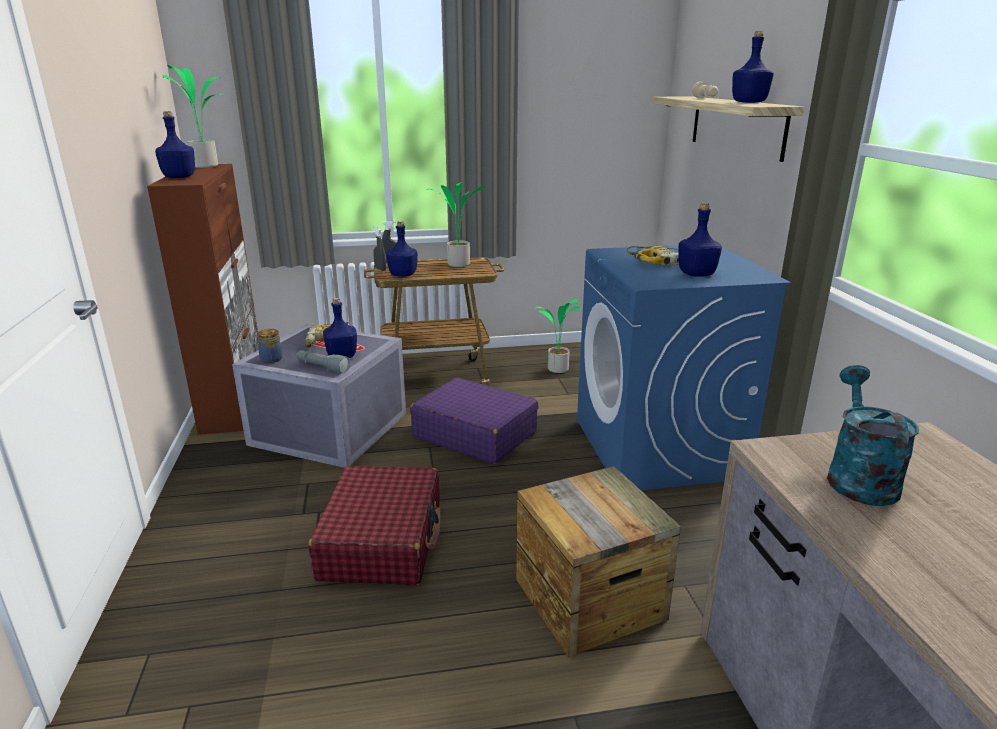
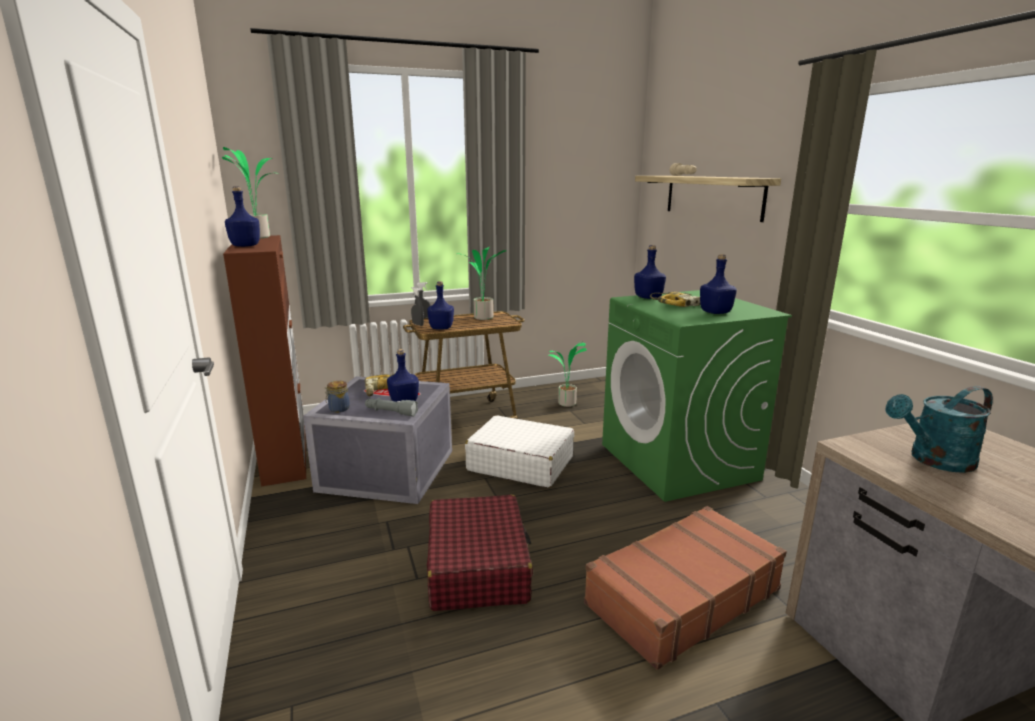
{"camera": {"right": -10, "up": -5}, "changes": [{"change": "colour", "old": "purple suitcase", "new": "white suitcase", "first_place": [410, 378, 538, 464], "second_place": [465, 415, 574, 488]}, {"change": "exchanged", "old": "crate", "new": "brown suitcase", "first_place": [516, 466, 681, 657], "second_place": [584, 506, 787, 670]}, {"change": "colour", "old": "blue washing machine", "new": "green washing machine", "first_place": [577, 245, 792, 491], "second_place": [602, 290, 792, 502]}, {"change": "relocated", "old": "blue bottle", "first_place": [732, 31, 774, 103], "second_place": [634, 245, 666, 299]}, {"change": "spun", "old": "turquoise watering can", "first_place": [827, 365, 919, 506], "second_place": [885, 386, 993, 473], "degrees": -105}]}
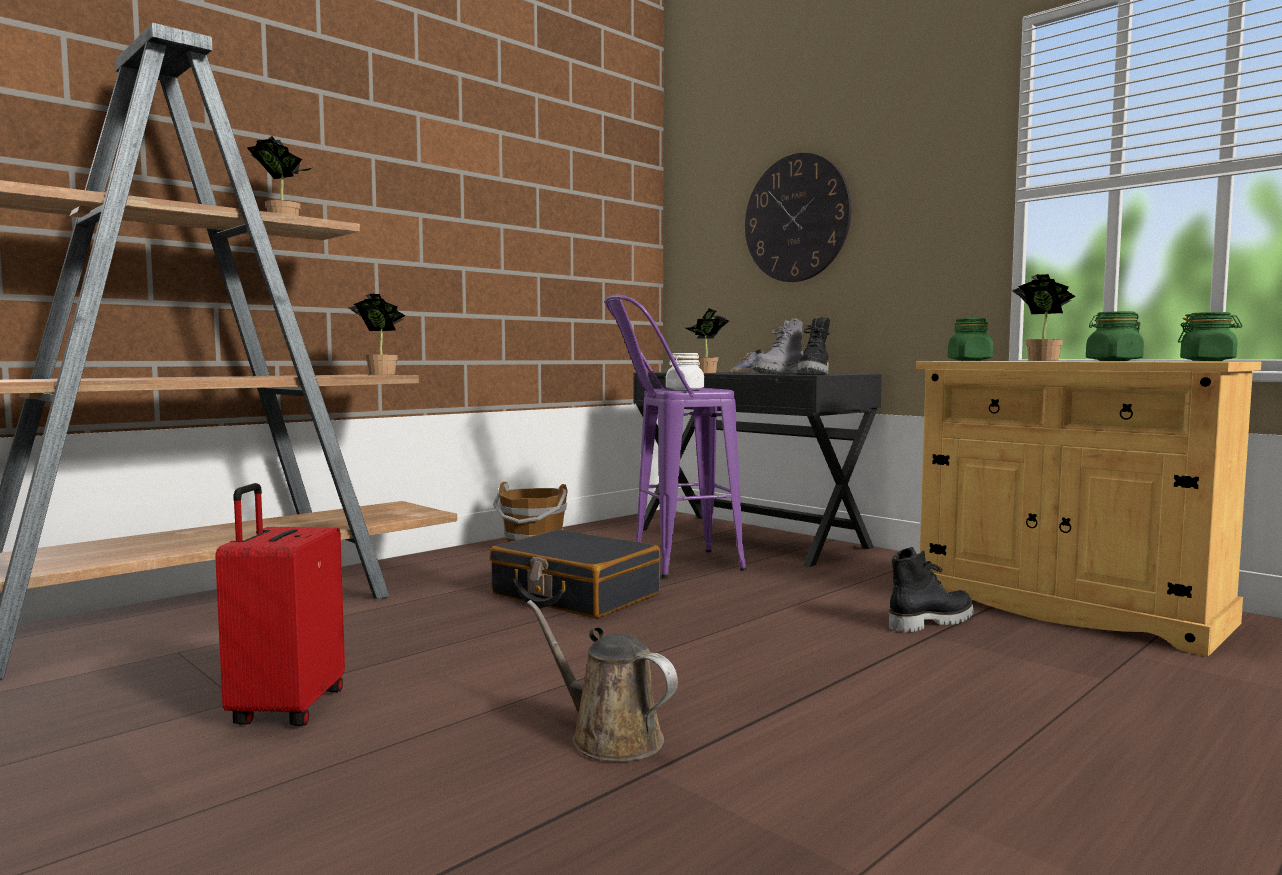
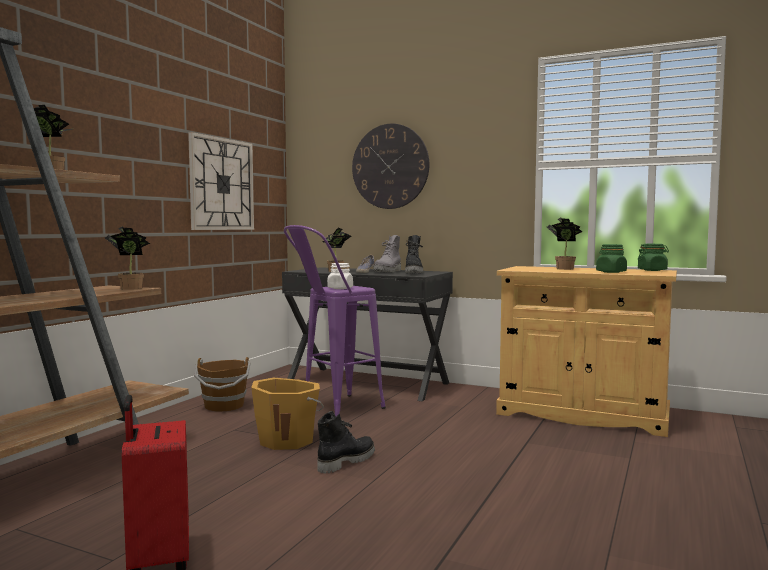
{"camera": {"right": -20, "up": 0}, "changes": [{"change": "appeared", "new": "wall clock", "second_place": [188, 132, 254, 230]}, {"change": "exchanged", "old": "black suitcase", "new": "orange bucket", "first_place": [490, 529, 661, 619], "second_place": [251, 378, 324, 450]}, {"change": "relocated", "old": "black boot", "first_place": [889, 547, 974, 633], "second_place": [317, 411, 375, 473]}, {"change": "missing", "old": "brown watering can", "first_place": [527, 600, 678, 762]}, {"change": "missing", "old": "green jar", "first_place": [948, 318, 993, 361]}]}
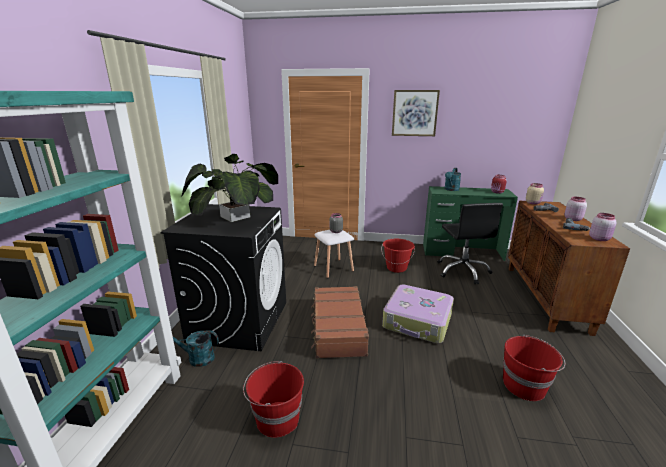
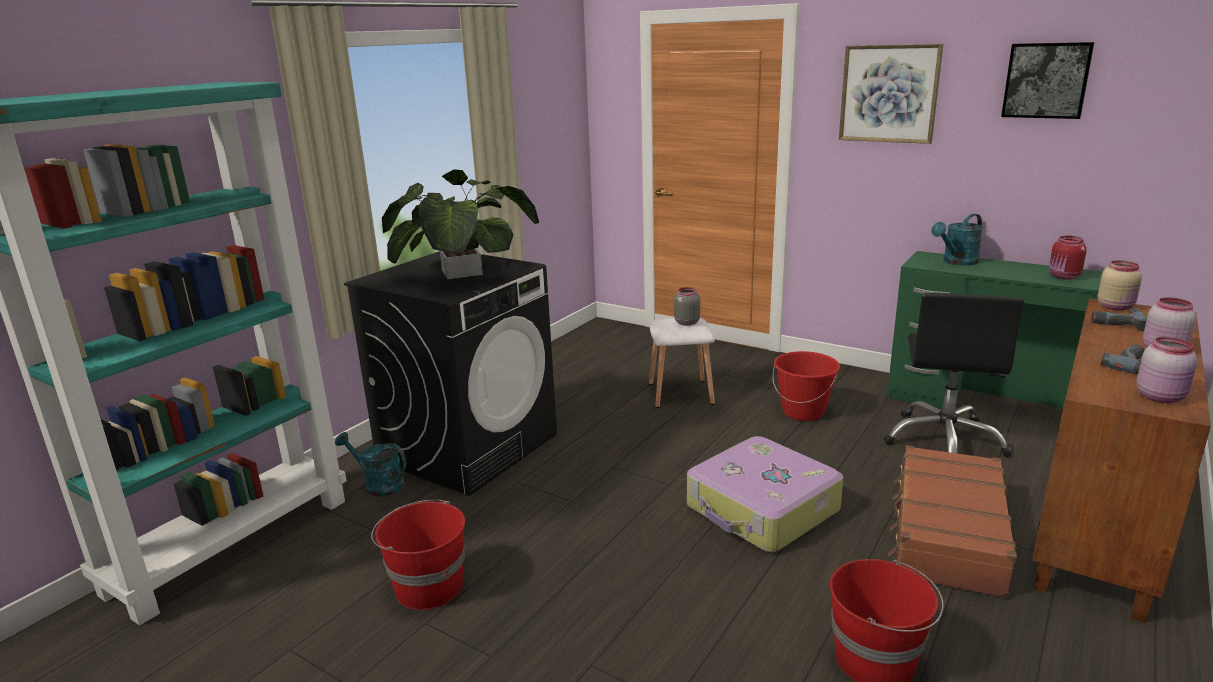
{"camera": {"right": 25, "up": 0}, "changes": [{"change": "relocated", "old": "brown suitcase", "first_place": [311, 286, 369, 358], "second_place": [888, 445, 1017, 598]}, {"change": "appeared", "new": "picture", "second_place": [1001, 42, 1094, 119]}]}
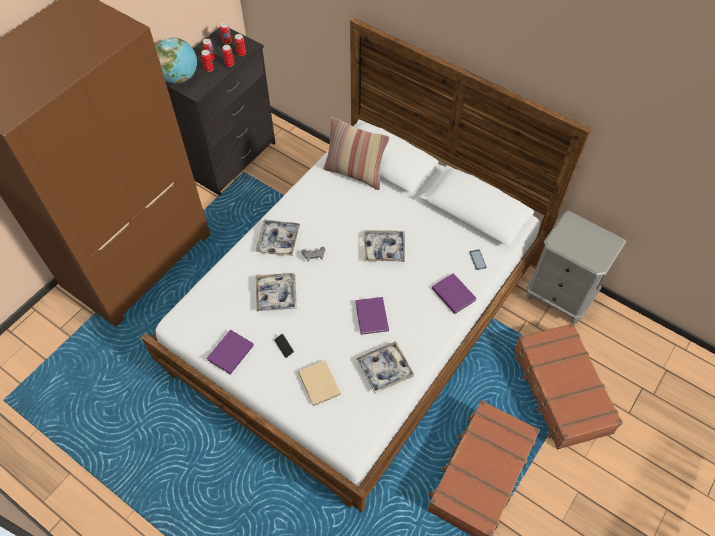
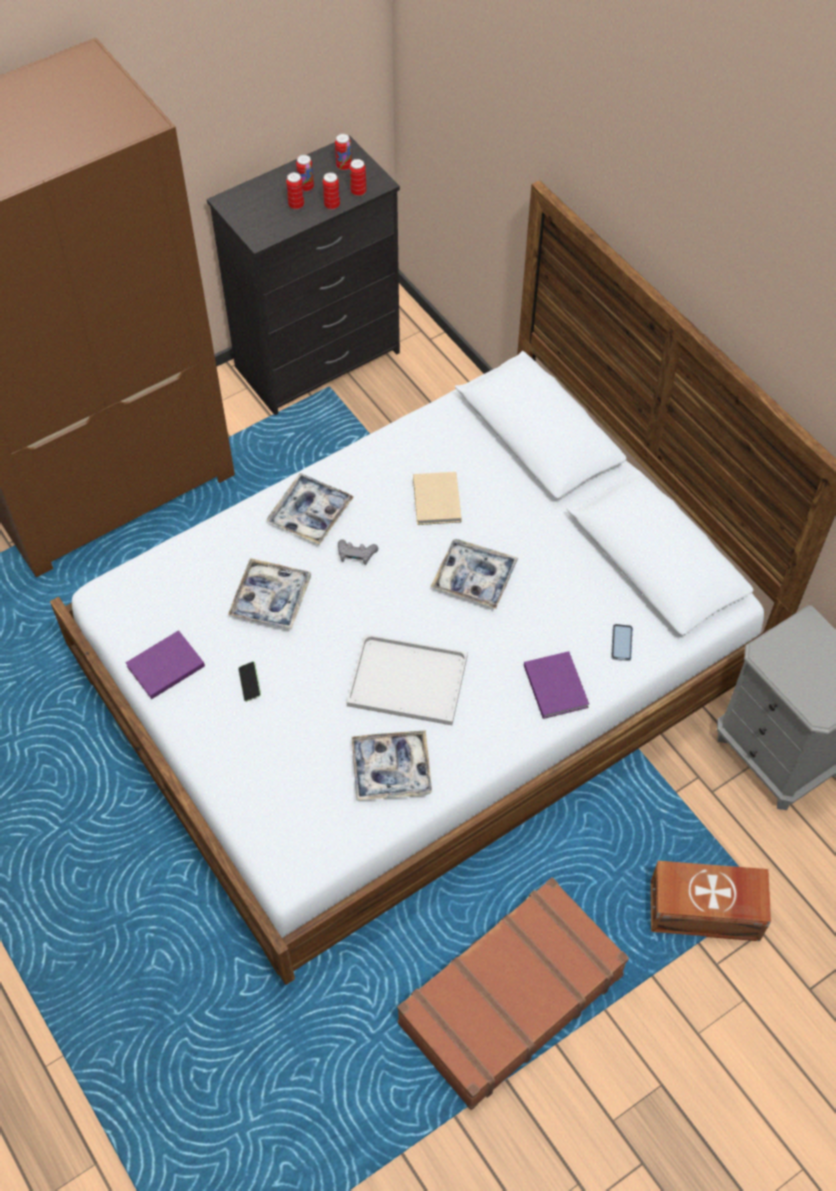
{"camera": {"right": 20, "up": 0}, "changes": [{"change": "exchanged", "old": "purple book", "new": "white tray", "first_place": [355, 297, 389, 335], "second_place": [347, 634, 468, 725]}, {"change": "relocated", "old": "beige book", "first_place": [298, 360, 341, 406], "second_place": [413, 472, 462, 525]}, {"change": "exchanged", "old": "brown suitcase", "new": "brown storage box", "first_place": [514, 323, 623, 449], "second_place": [651, 861, 771, 941]}, {"change": "missing", "old": "globe", "first_place": [155, 37, 197, 84]}, {"change": "missing", "old": "pillow", "first_place": [323, 117, 389, 190]}]}
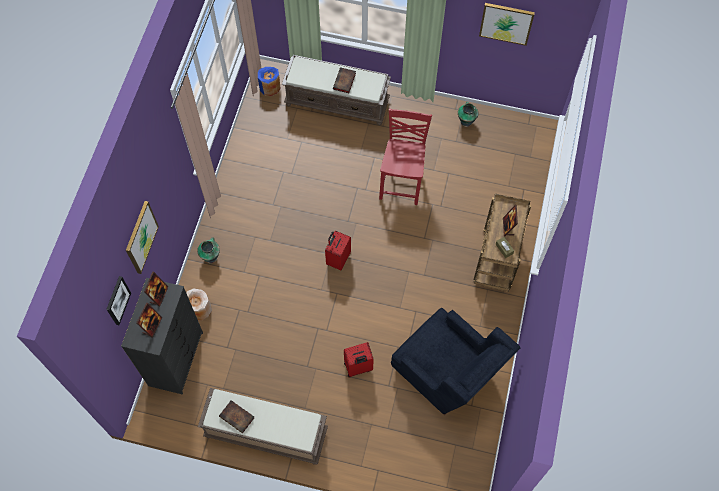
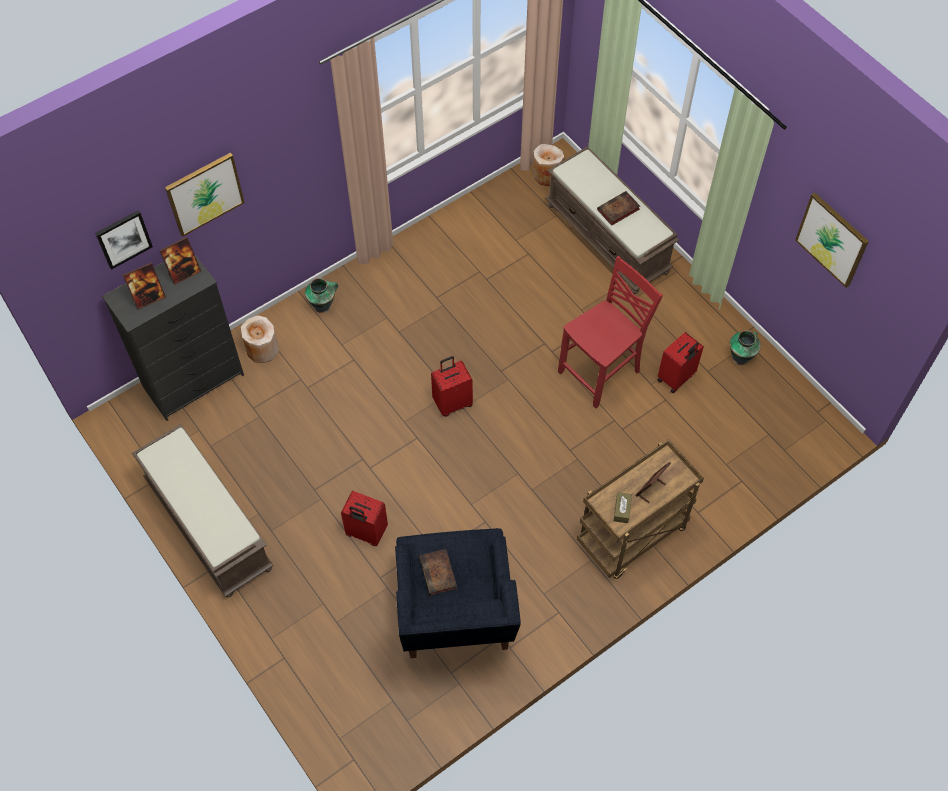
{"camera": {"right": 40, "up": -5}, "changes": [{"change": "relocated", "old": "book", "first_place": [219, 400, 254, 433], "second_place": [419, 549, 457, 596]}, {"change": "colour", "old": "blue vase", "new": "beige vase", "first_place": [258, 67, 281, 96], "second_place": [533, 144, 564, 187]}, {"change": "appeared", "new": "red suitcase", "second_place": [658, 332, 704, 393]}]}
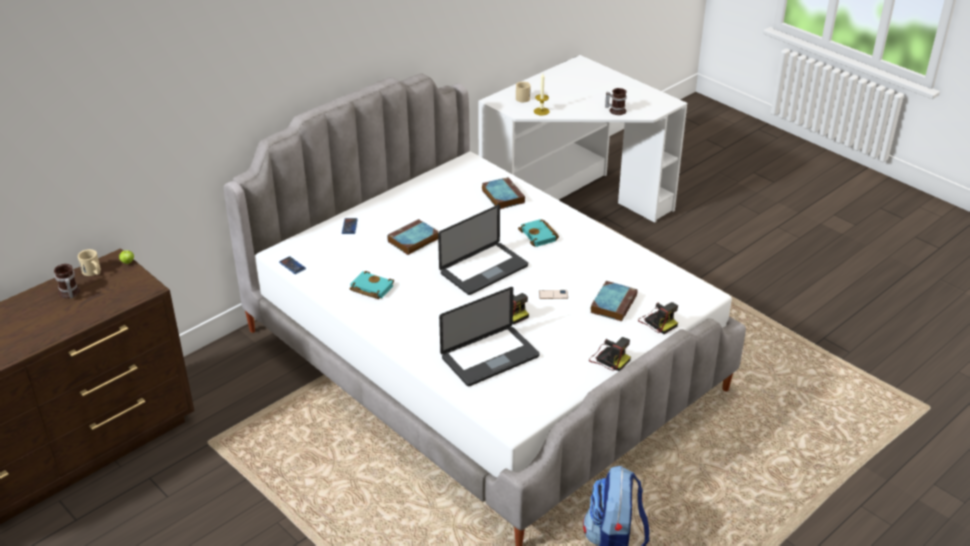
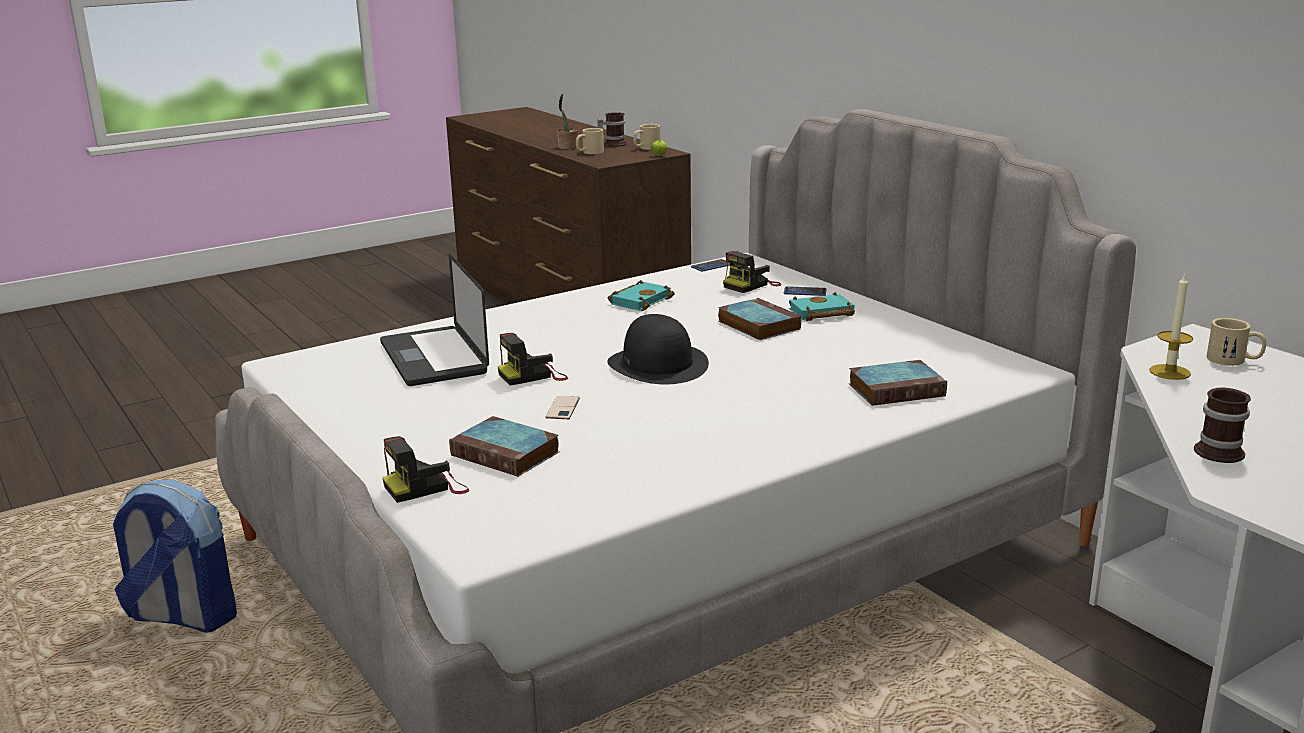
{"camera": {"right": 100, "up": -15}, "changes": [{"change": "appeared", "new": "potted plant", "second_place": [557, 94, 577, 149]}, {"change": "appeared", "new": "beige mug", "second_place": [576, 128, 604, 154]}, {"change": "exchanged", "old": "laptop", "new": "black hat", "first_place": [438, 205, 528, 295], "second_place": [607, 314, 709, 385]}, {"change": "relocated", "old": "photo camera", "first_place": [589, 337, 631, 371], "second_place": [723, 251, 781, 293]}, {"change": "relocated", "old": "turquoise book", "first_place": [518, 219, 559, 247], "second_place": [789, 292, 855, 321]}]}
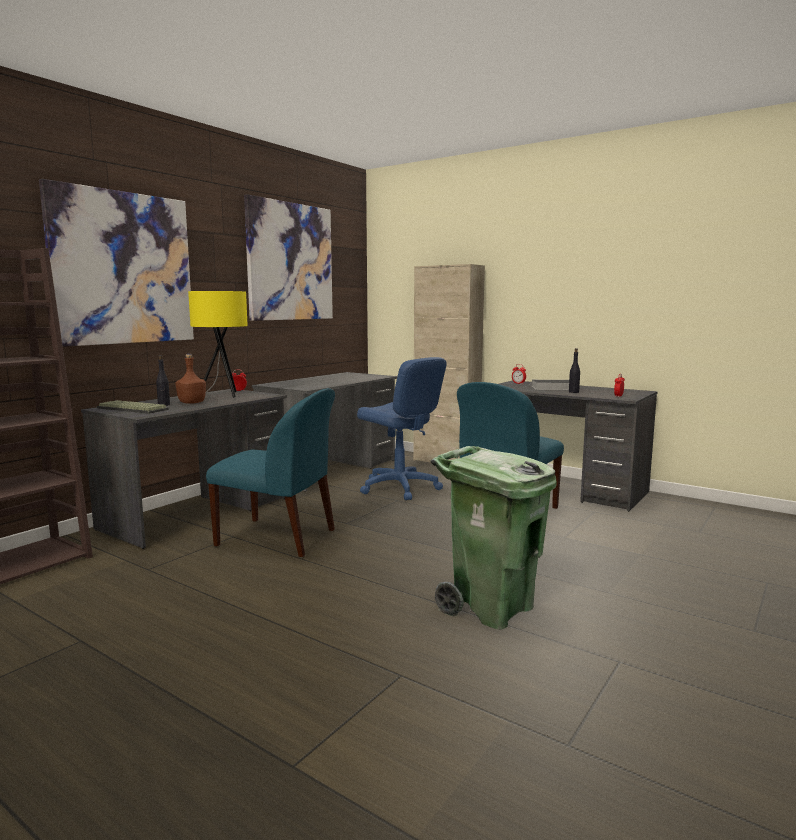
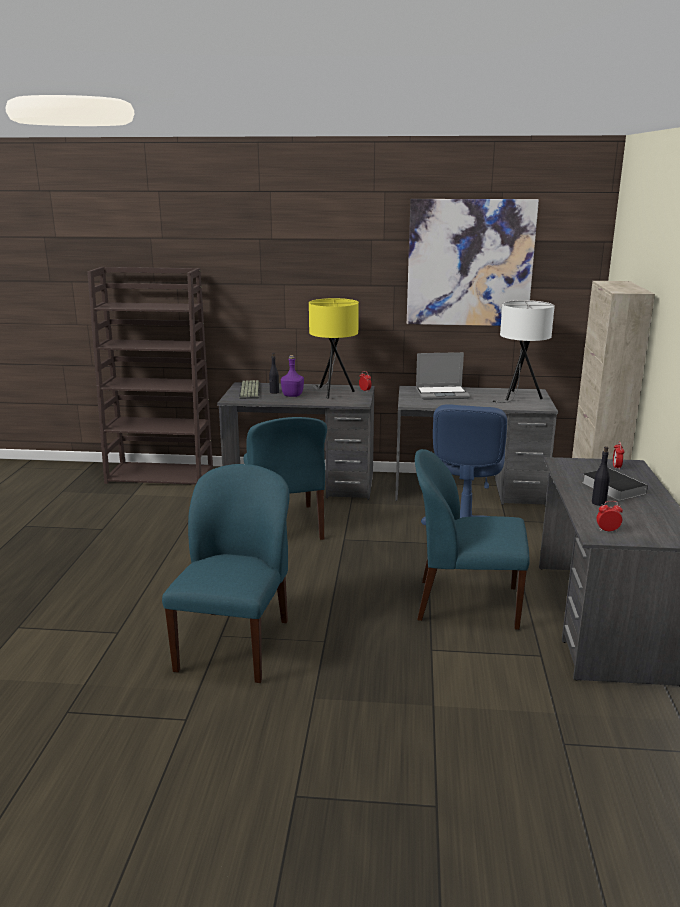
{"camera": {"right": 60, "up": 10}, "changes": [{"change": "exchanged", "old": "green trash can", "new": "blue chair", "first_place": [430, 446, 557, 629], "second_place": [162, 464, 290, 683]}, {"change": "colour", "old": "brown bottle", "new": "purple bottle", "first_place": [175, 354, 206, 404], "second_place": [281, 355, 304, 397]}, {"change": "appeared", "new": "laptop", "second_place": [416, 352, 470, 400]}, {"change": "appeared", "new": "white table lamp", "second_place": [490, 300, 555, 403]}, {"change": "missing", "old": "picture", "first_place": [39, 179, 194, 347]}]}
